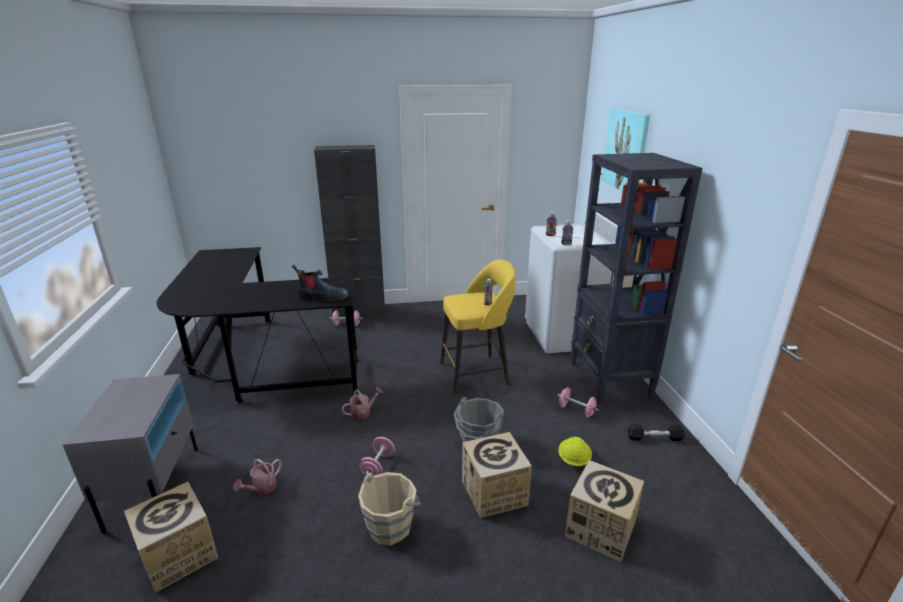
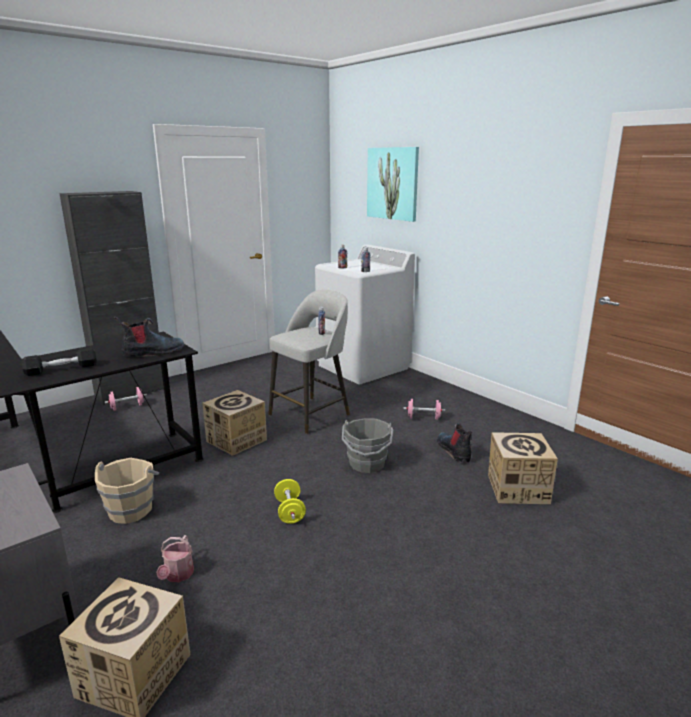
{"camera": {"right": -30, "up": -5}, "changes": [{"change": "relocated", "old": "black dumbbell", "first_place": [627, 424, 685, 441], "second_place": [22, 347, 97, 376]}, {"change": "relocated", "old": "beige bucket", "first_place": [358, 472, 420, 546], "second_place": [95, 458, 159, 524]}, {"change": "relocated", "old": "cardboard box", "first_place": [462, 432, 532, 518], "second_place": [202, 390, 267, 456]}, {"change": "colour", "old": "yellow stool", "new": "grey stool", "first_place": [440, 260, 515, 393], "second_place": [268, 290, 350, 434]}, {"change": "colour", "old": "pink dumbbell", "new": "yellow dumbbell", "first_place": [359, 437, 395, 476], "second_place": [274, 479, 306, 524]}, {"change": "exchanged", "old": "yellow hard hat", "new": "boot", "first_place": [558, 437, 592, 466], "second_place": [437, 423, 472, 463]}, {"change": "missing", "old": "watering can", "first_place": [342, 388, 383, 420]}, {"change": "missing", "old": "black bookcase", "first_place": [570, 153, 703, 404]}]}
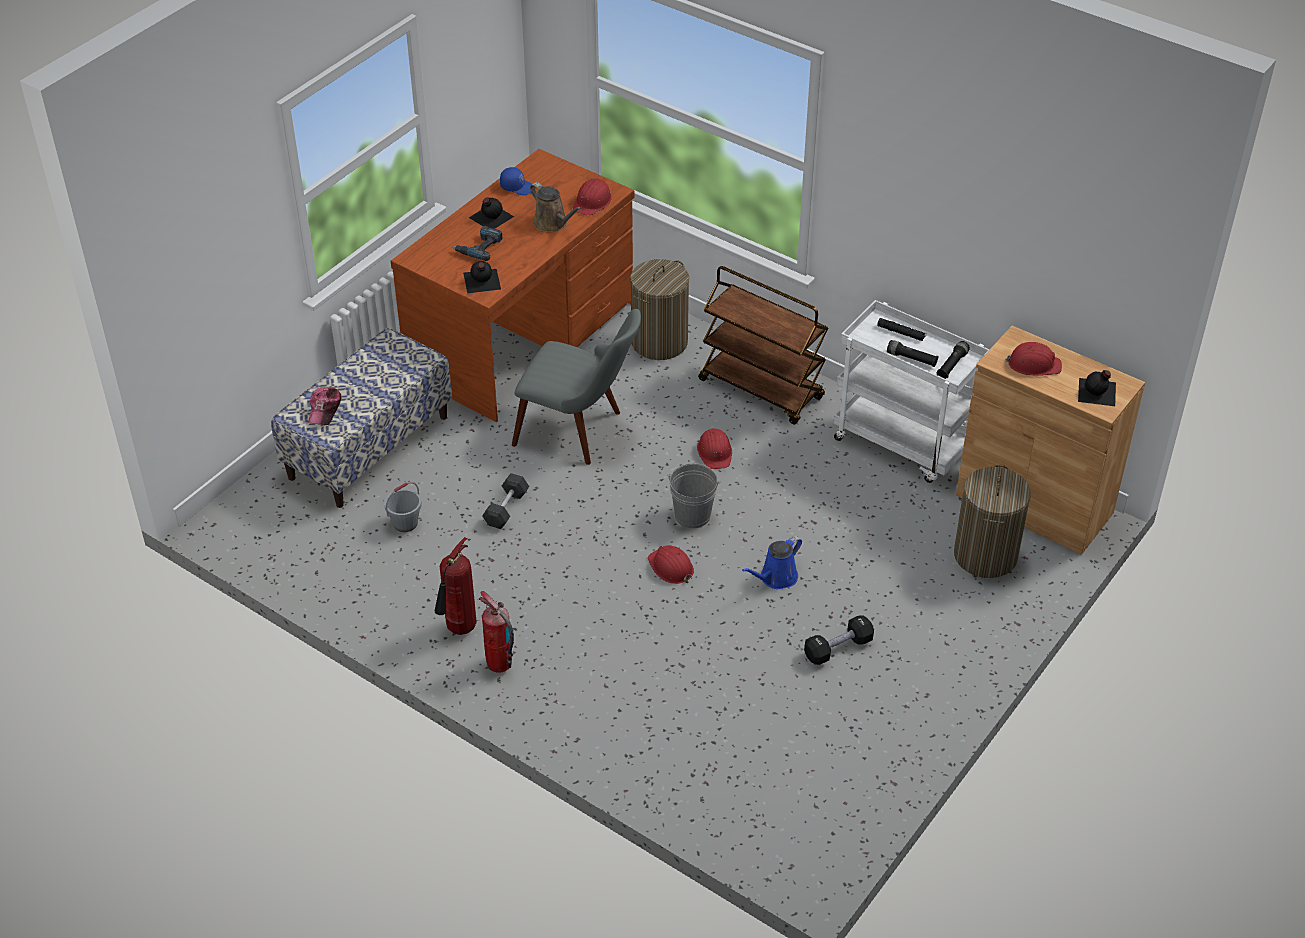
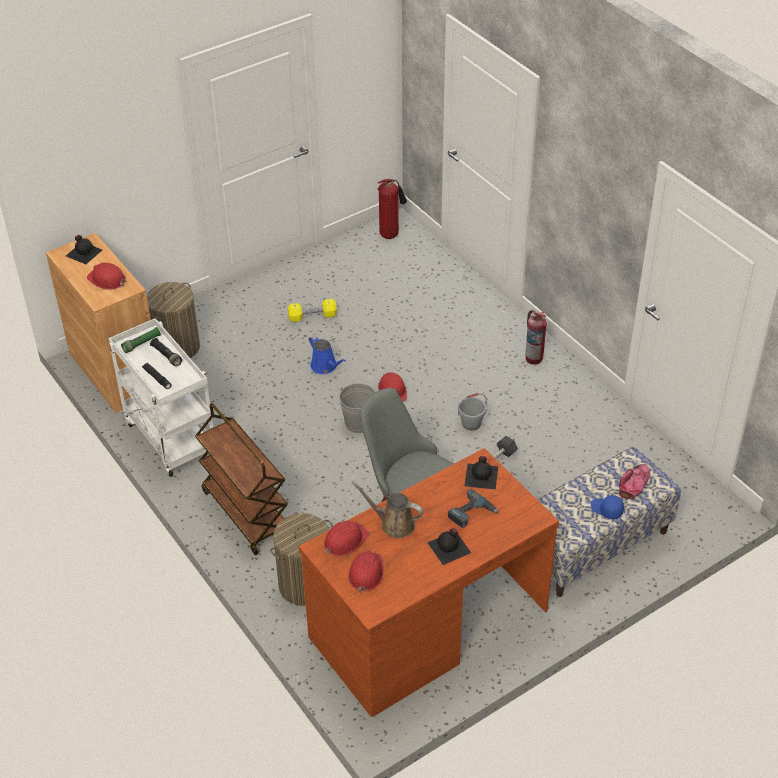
{"camera": {"right": -160, "up": 0}, "changes": [{"change": "colour", "old": "black flashlight", "new": "green flashlight", "first_place": [937, 341, 970, 379], "second_place": [121, 327, 161, 353]}, {"change": "colour", "old": "black dumbbell", "new": "yellow dumbbell", "first_place": [804, 616, 874, 665], "second_place": [288, 299, 337, 322]}, {"change": "spun", "old": "blue watering can", "first_place": [742, 536, 802, 589], "second_place": [309, 335, 346, 374], "degrees": 75}, {"change": "relocated", "old": "red hard hat", "first_place": [697, 428, 732, 469], "second_place": [348, 550, 384, 593]}, {"change": "spun", "old": "brown watering can", "first_place": [530, 182, 582, 232], "second_place": [352, 482, 423, 538], "degrees": -45}, {"change": "relocated", "old": "fire extinguisher", "first_place": [435, 537, 477, 635], "second_place": [377, 179, 407, 239]}, {"change": "relocated", "old": "grey bucket", "first_place": [384, 482, 422, 532], "second_place": [458, 393, 487, 430]}, {"change": "relocated", "old": "blue cap", "first_place": [500, 167, 536, 195], "second_place": [591, 495, 624, 519]}]}
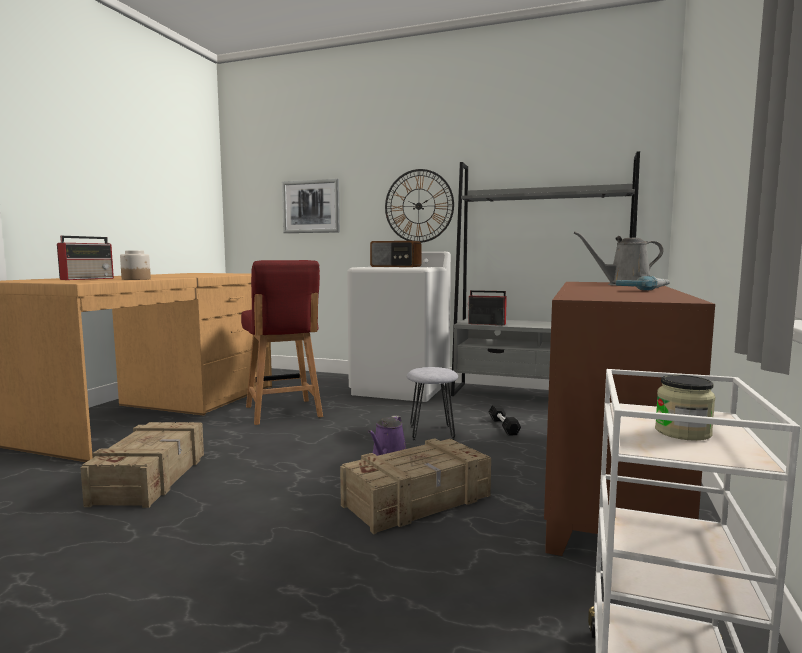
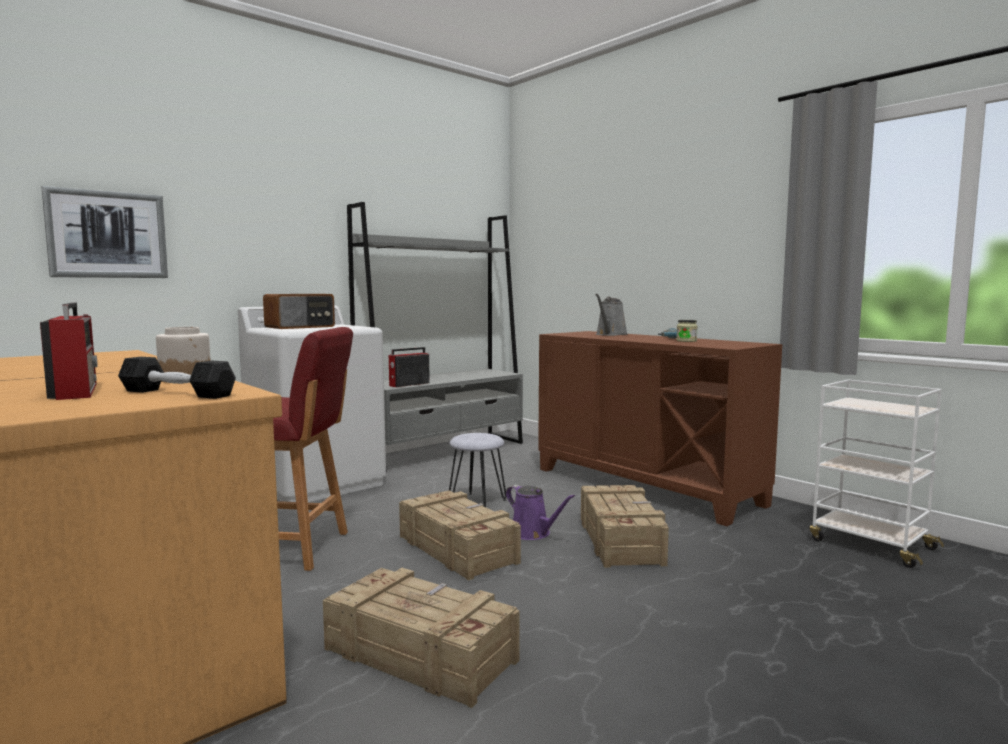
{"camera": {"right": -60, "up": 0}, "changes": [{"change": "relocated", "old": "black dumbbell", "first_place": [489, 405, 521, 436], "second_place": [118, 357, 236, 399]}, {"change": "appeared", "new": "crate", "second_place": [399, 490, 521, 581]}, {"change": "relocated", "old": "jar", "first_place": [655, 375, 716, 441], "second_place": [676, 320, 698, 342]}, {"change": "missing", "old": "wall clock", "first_place": [385, 169, 454, 243]}]}
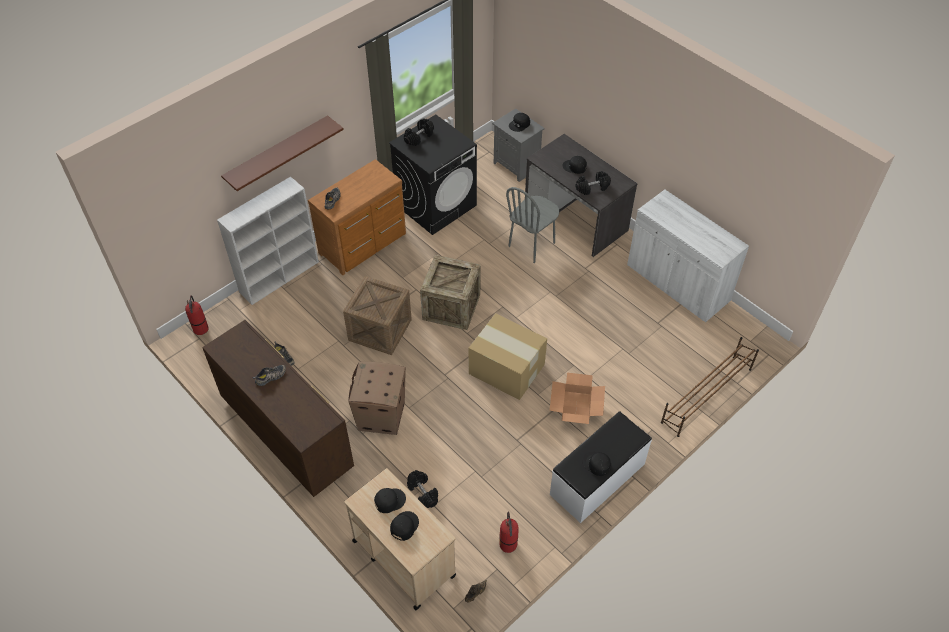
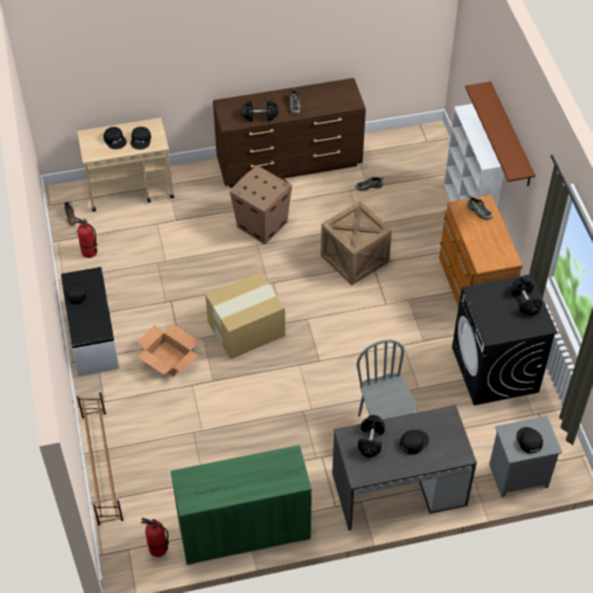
{"camera": {"right": 120, "up": 0}, "changes": [{"change": "relocated", "old": "fire extinguisher", "first_place": [185, 295, 209, 335], "second_place": [141, 518, 169, 557]}, {"change": "colour", "old": "white cabinet", "new": "green cabinet", "first_place": [627, 190, 749, 322], "second_place": [171, 445, 312, 565]}, {"change": "relocated", "old": "black dumbbell", "first_place": [407, 470, 438, 508], "second_place": [241, 100, 279, 122]}, {"change": "missing", "old": "crate", "first_place": [420, 255, 481, 330]}]}
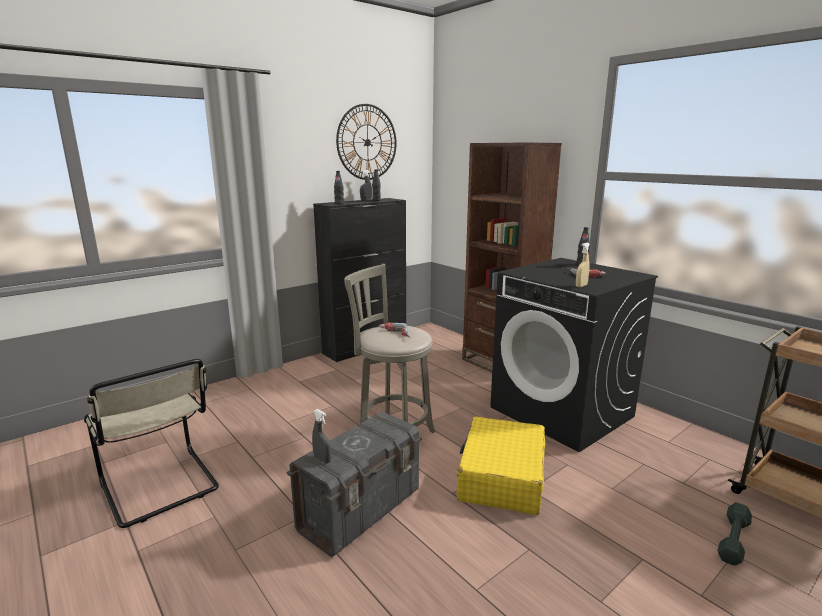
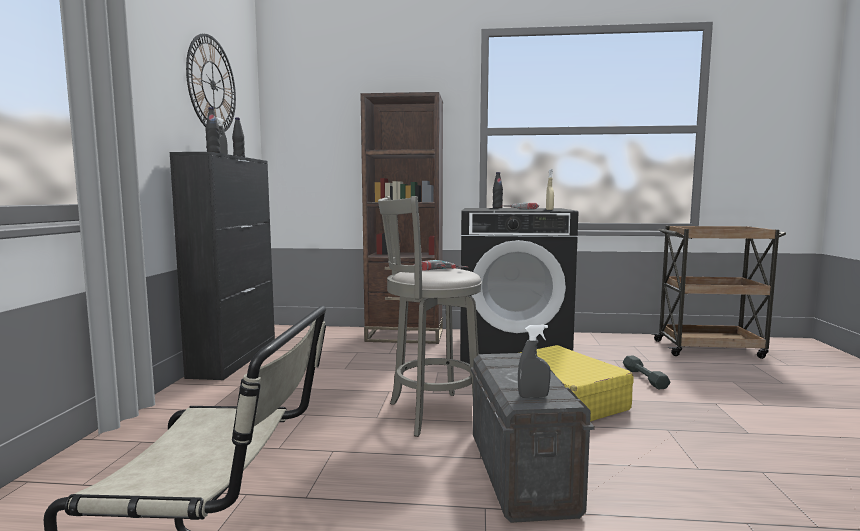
{"camera": {"right": -45, "up": -10}, "changes": [{"change": "relocated", "old": "grey dumbbell", "first_place": [718, 502, 752, 565], "second_place": [623, 356, 671, 389]}]}
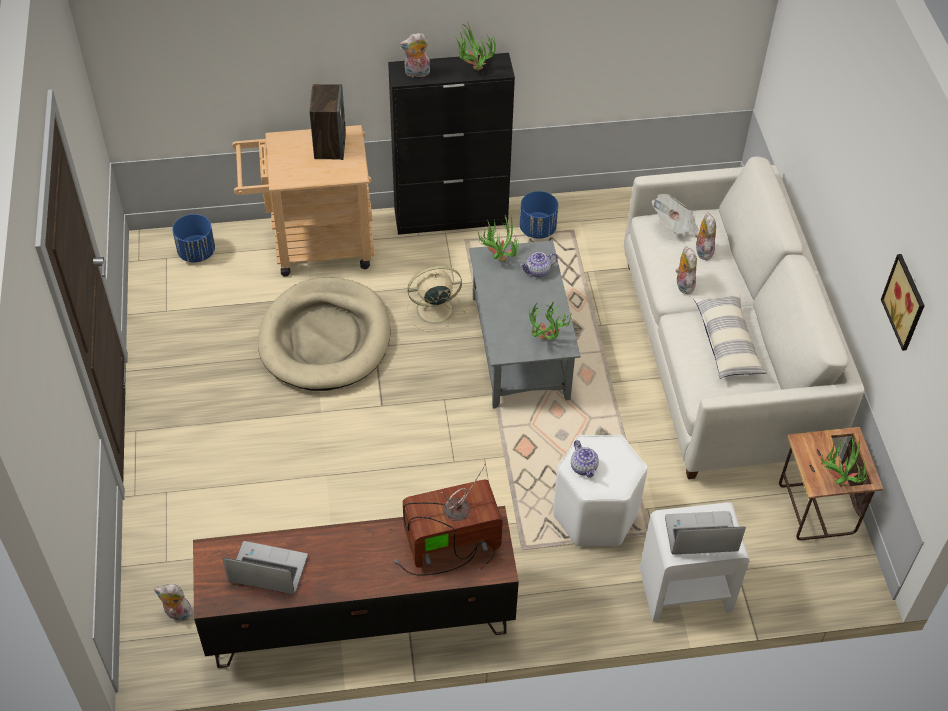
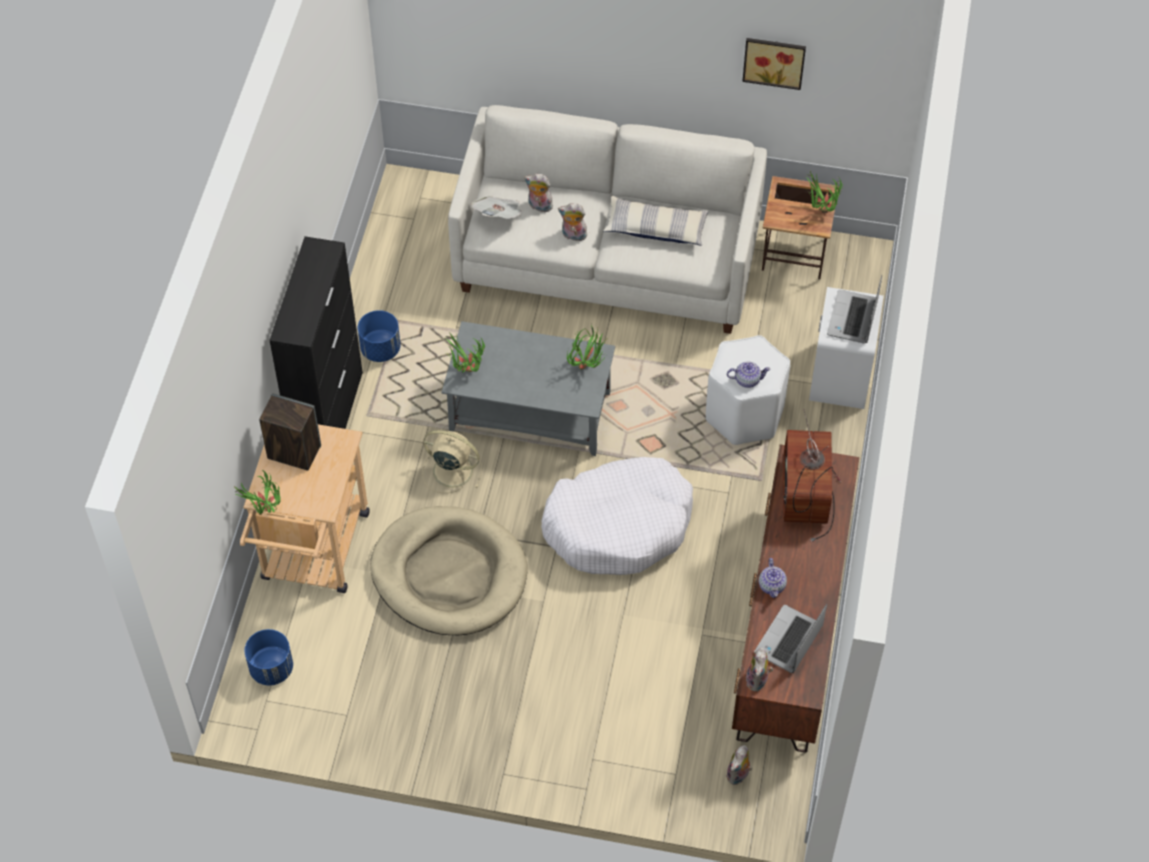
{"camera": {"right": -70, "up": 5}, "changes": [{"change": "relocated", "old": "potted plant", "first_place": [455, 21, 496, 71], "second_place": [234, 470, 281, 514]}, {"change": "spun", "old": "beige fan", "first_place": [407, 266, 465, 332], "second_place": [422, 430, 482, 493], "degrees": 105}, {"change": "appeared", "new": "white dog bed", "second_place": [541, 457, 693, 575]}, {"change": "relocated", "old": "plush toy", "first_place": [400, 33, 430, 77], "second_place": [746, 648, 773, 692]}, {"change": "relocated", "old": "teapot", "first_place": [520, 252, 558, 277], "second_place": [759, 558, 787, 598]}]}
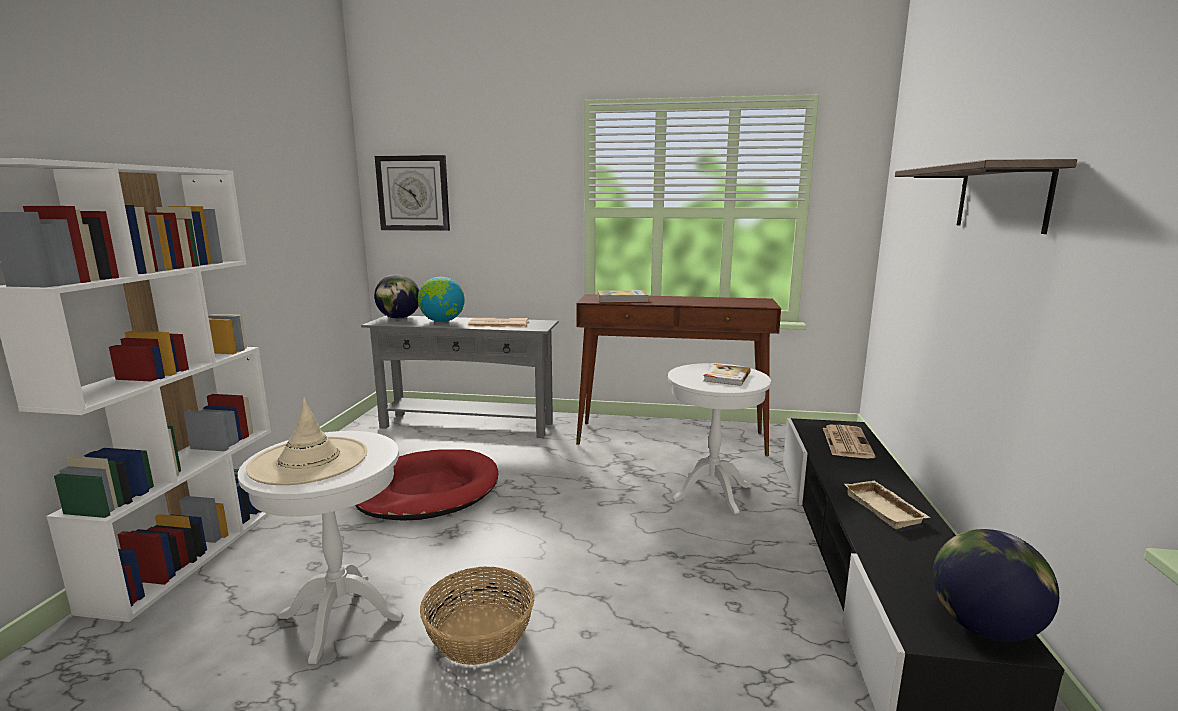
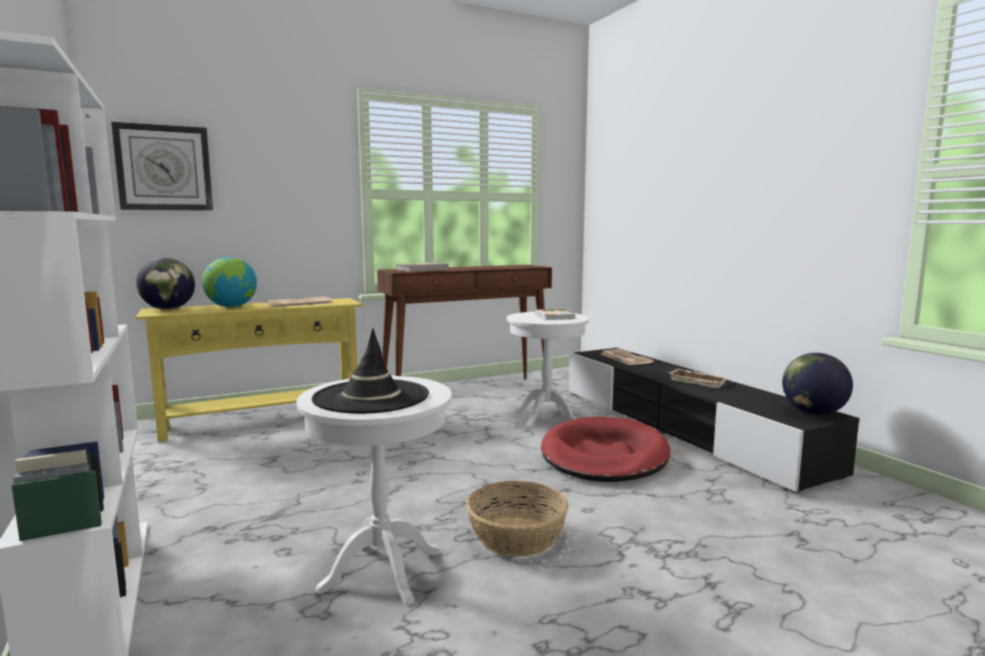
{"camera": {"right": -35, "up": -5}, "changes": [{"change": "colour", "old": "grey console table", "new": "yellow console table", "first_place": [361, 315, 558, 438], "second_place": [136, 298, 363, 442]}, {"change": "colour", "old": "beige hat", "new": "black hat", "first_place": [246, 398, 368, 485], "second_place": [312, 328, 429, 414]}, {"change": "relocated", "old": "red dog bed", "first_place": [355, 449, 498, 521], "second_place": [541, 416, 671, 482]}, {"change": "missing", "old": "shelf", "first_place": [895, 159, 1077, 234]}]}
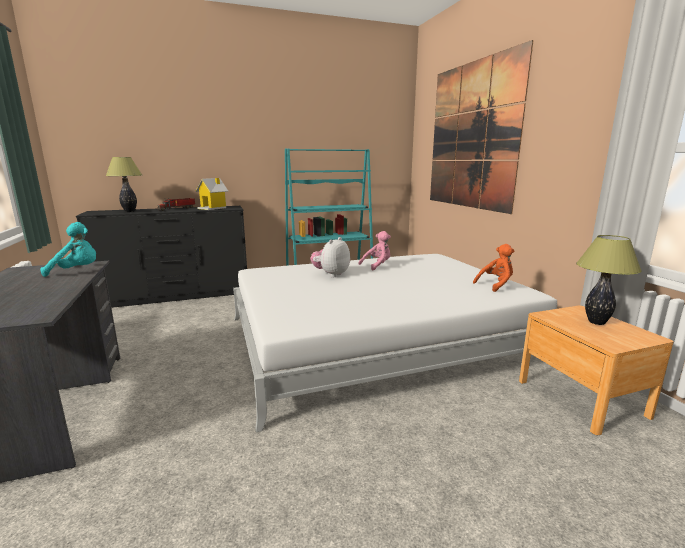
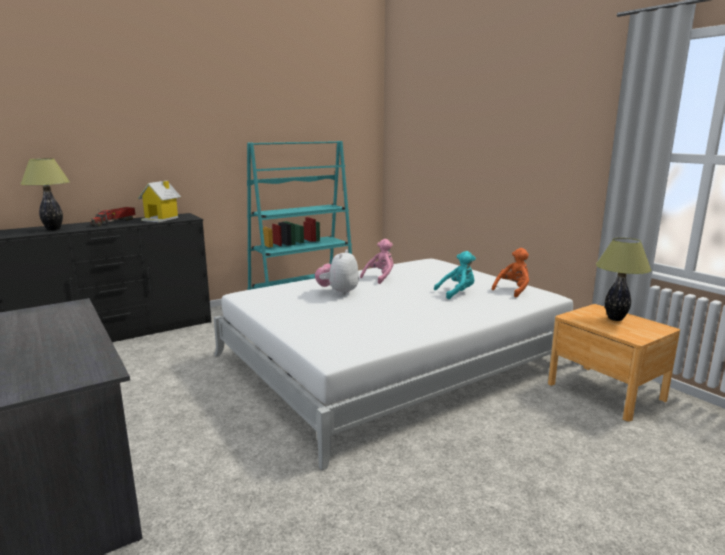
{"camera": {"right": -15, "up": 0}, "changes": [{"change": "relocated", "old": "turquoise plush toy", "first_place": [40, 222, 96, 277], "second_place": [434, 251, 476, 299]}, {"change": "missing", "old": "picture", "first_place": [430, 40, 534, 214]}]}
